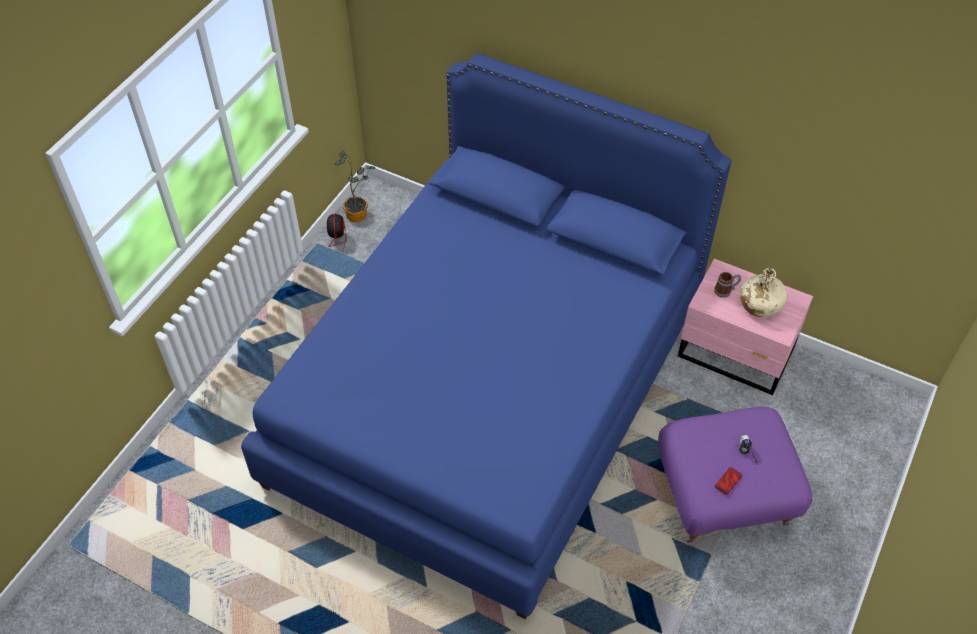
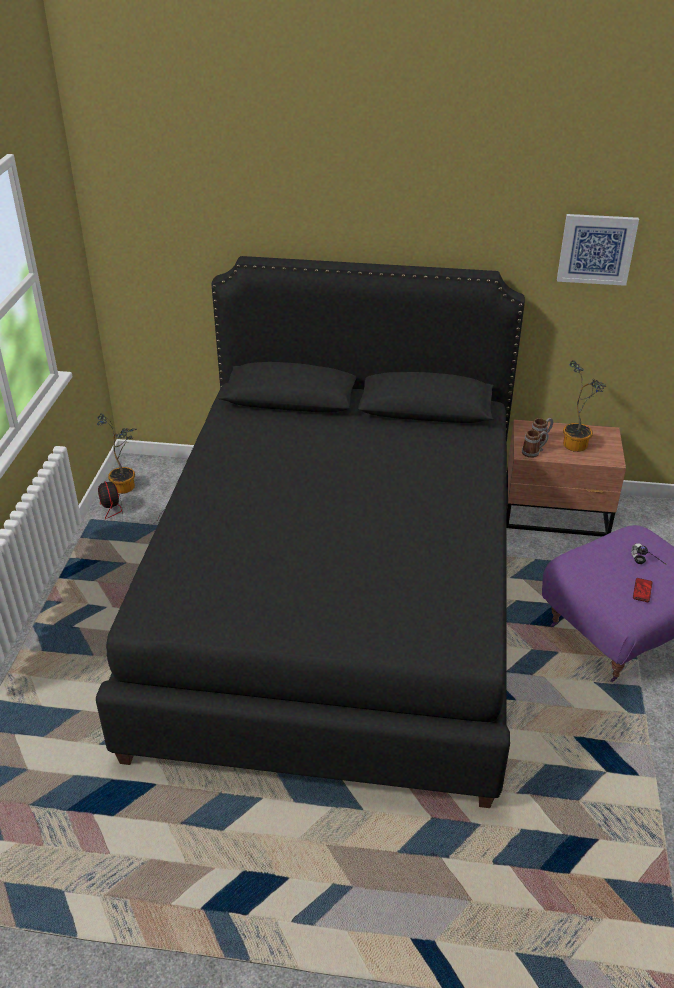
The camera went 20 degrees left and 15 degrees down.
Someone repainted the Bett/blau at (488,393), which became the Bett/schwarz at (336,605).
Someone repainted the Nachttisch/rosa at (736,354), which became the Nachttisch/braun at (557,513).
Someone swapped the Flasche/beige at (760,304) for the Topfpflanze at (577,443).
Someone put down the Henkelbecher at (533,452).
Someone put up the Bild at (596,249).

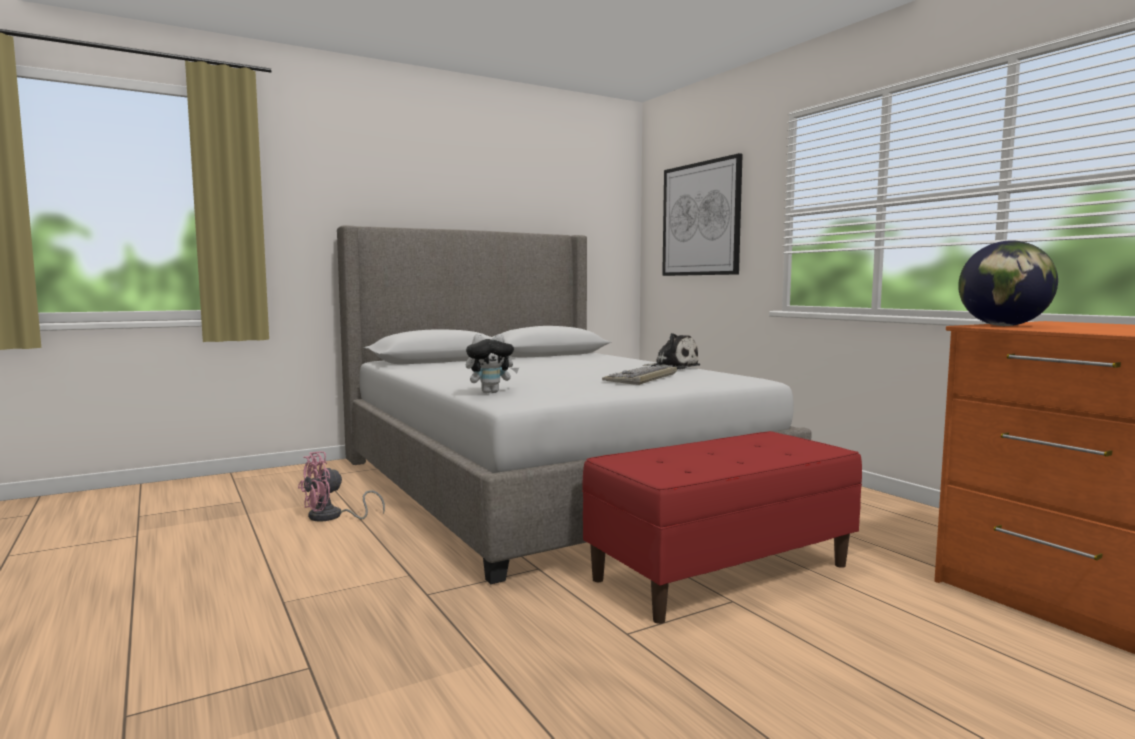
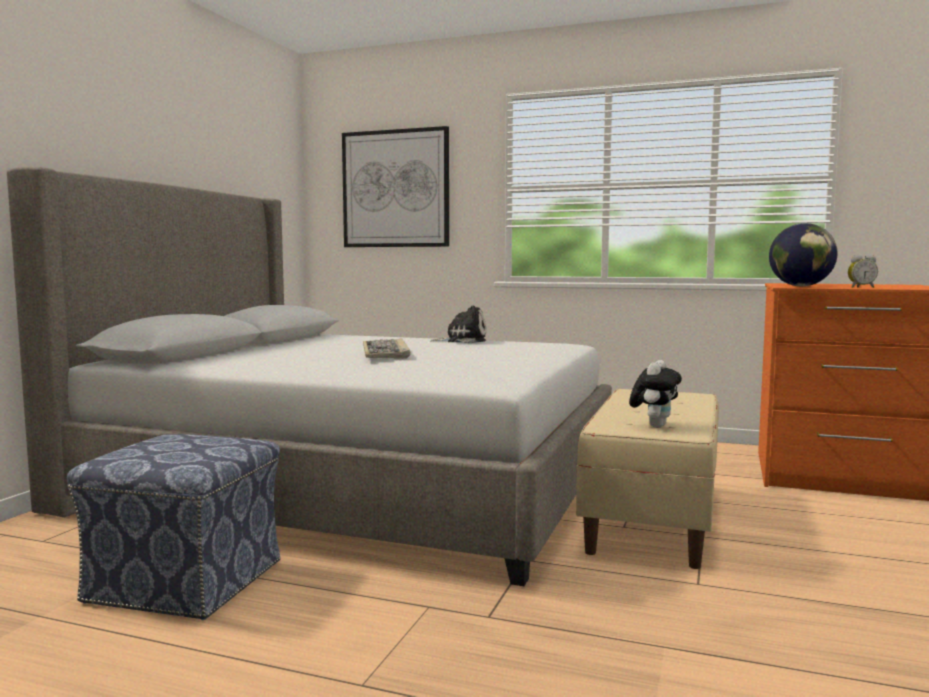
The camera went 40 degrees left and 0 degrees up.
Someone swapped the Ventilator/rosa at (332,517) for the Polsterhocker at (187,582).
Someone carried the Plüschtier from (491,392) to (654,426).
Someone repainted the Bank/rot at (721,572), which became the Bank/beige at (652,518).
Someone carried the Tastatur from (642,378) to (386,352).
Someone put down the Wecker at (860,287).

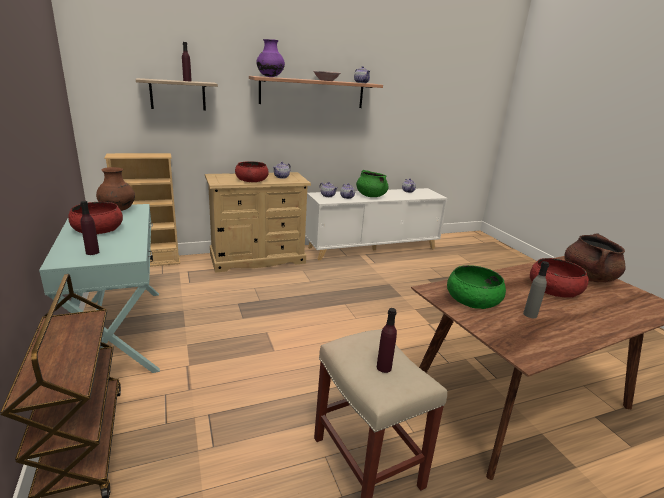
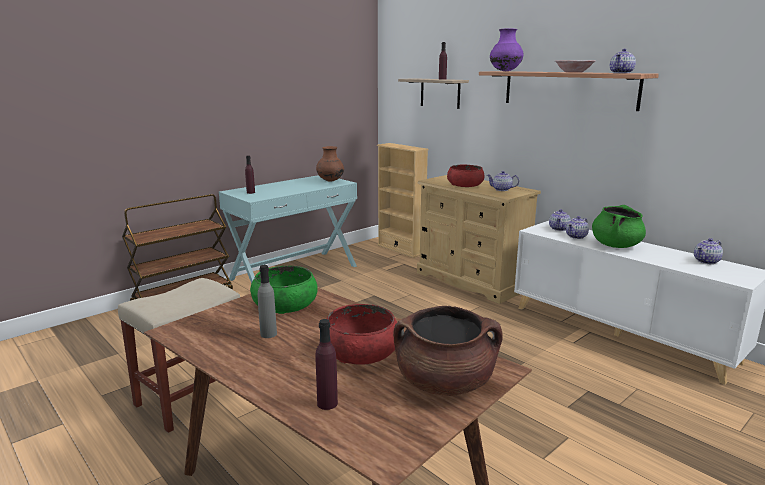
The camera went 70 degrees right and 5 degrees down.
Someone took away the Schüssel/rot at (98,229).
Someone carried the Flasche/lila from (384,367) to (327,403).

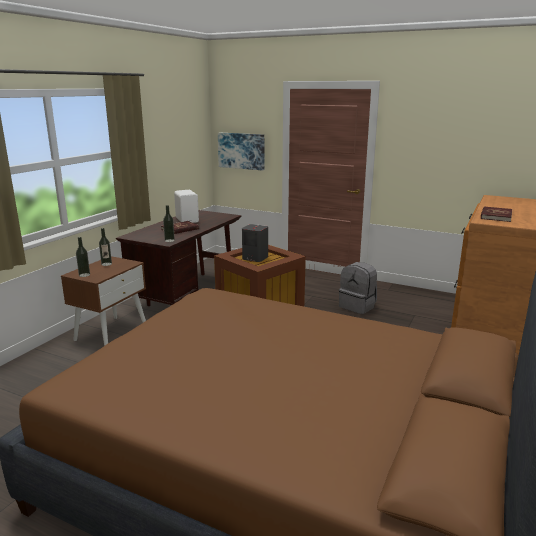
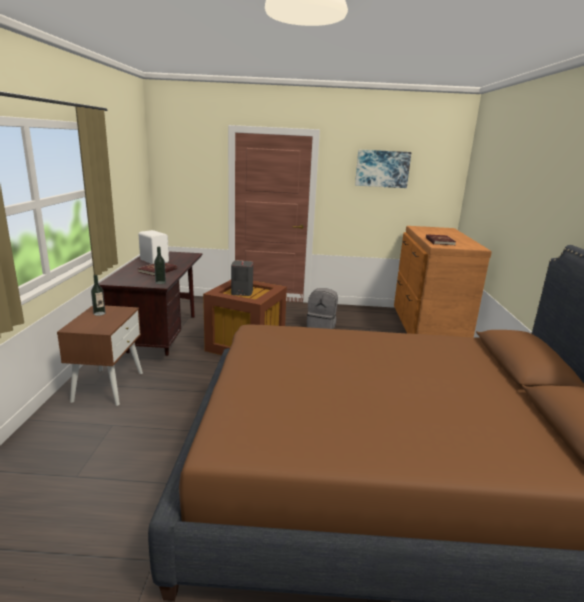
The camera went 25 degrees left and 0 degrees up.
Someone took away the Flasche at (84,275).
Someone carried the Bild from (241,151) to (382,168).

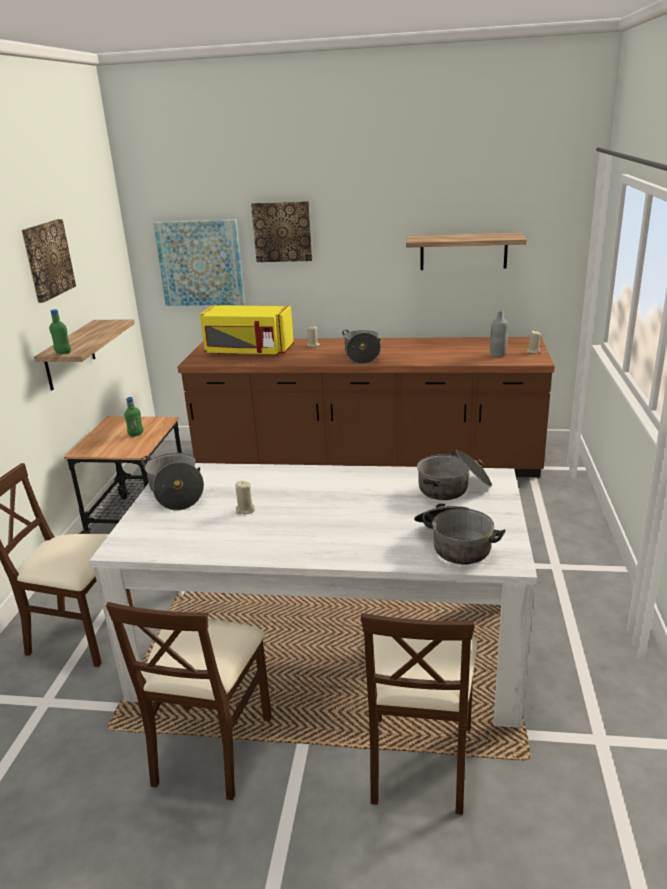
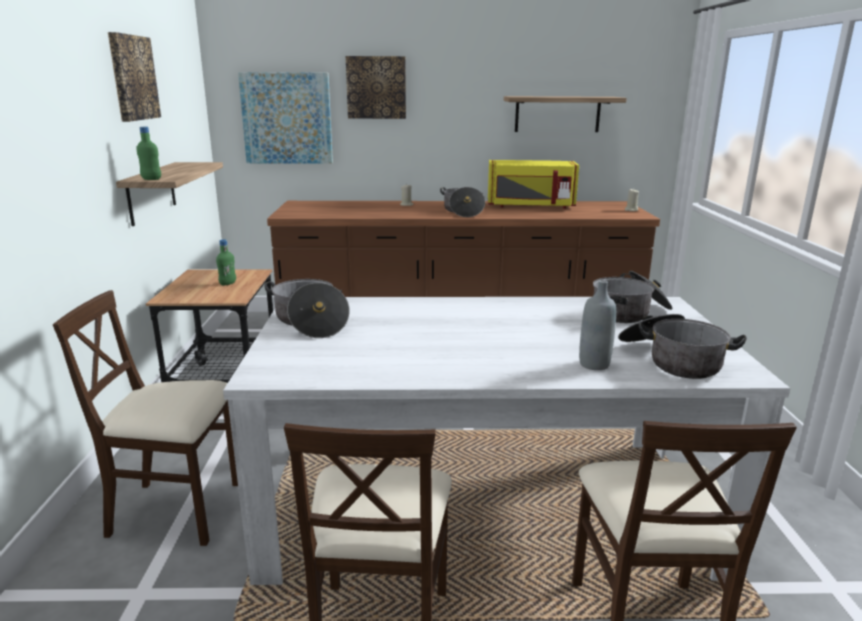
The camera went 10 degrees left and 5 degrees down.
Someone carried the Mikrowelle/gelb from (248,351) to (530,206).
Someone took away the Kerze/beige at (245,510).
Someone carried the Flasche/grau from (498,354) to (594,364).

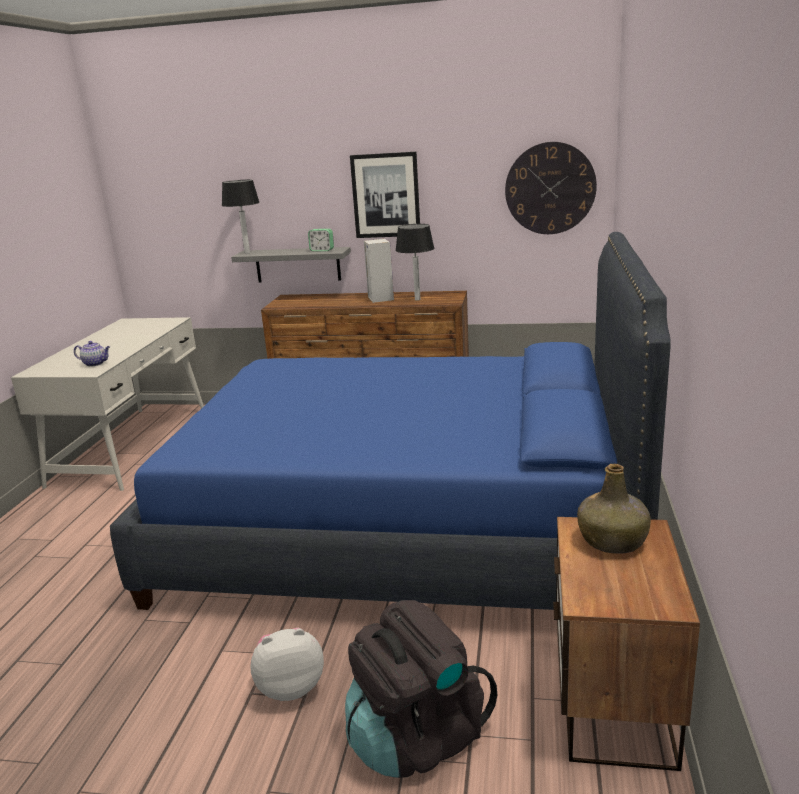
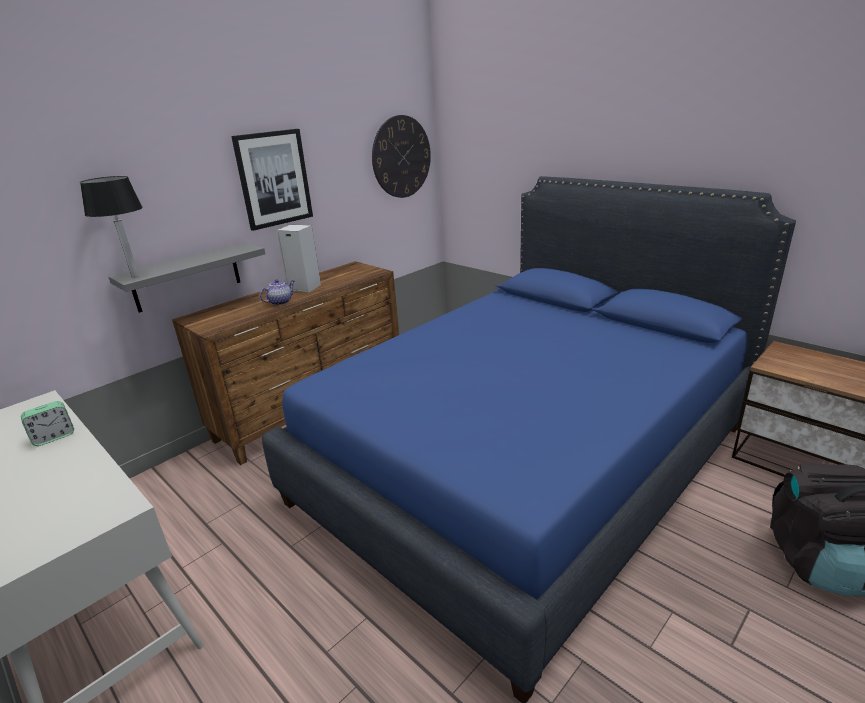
The camera went 55 degrees left and 5 degrees up.
Someone carried the Teekanne from (95,363) to (280,302).
Someone took away the Plüschtier at (290,687).
Someone carried the Wecker from (322,250) to (54,437).
Someone took away the Tischlampe at (418,299).
Someone took away the Flasche/grün at (613,541).

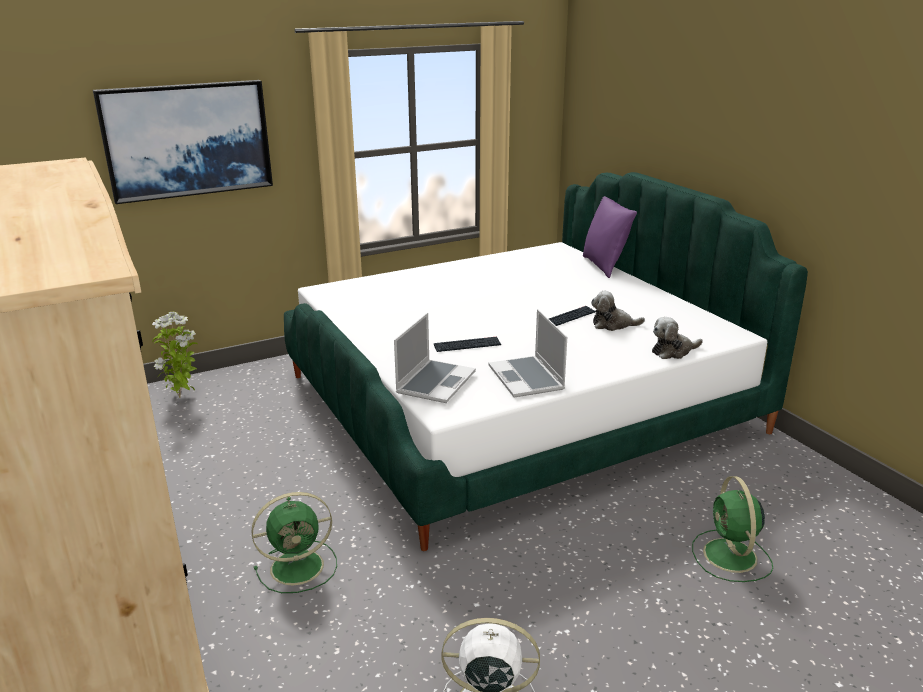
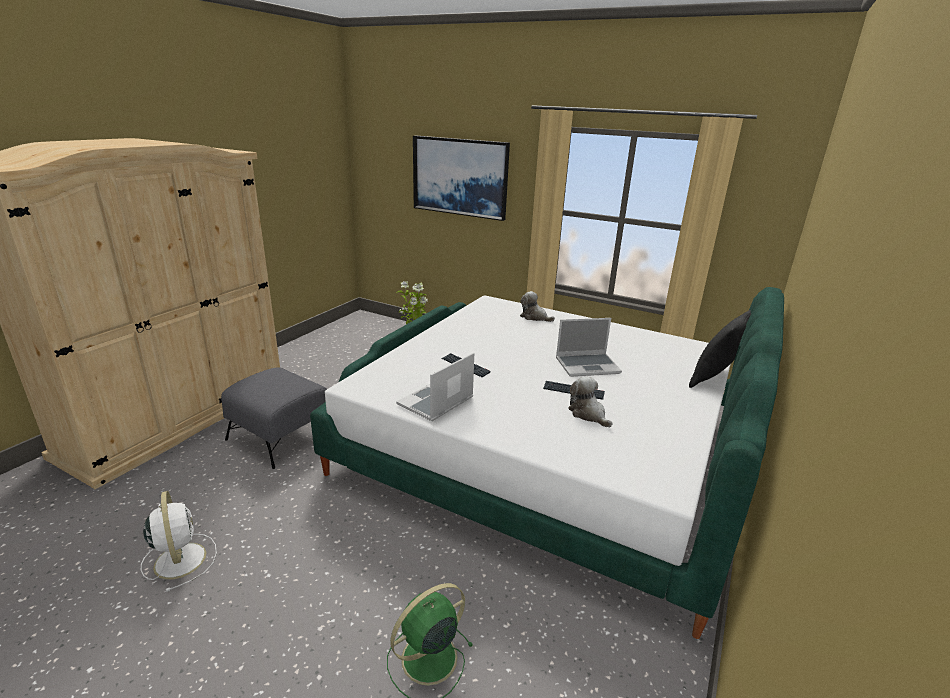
The camera went 55 degrees right and 0 degrees up.
Someone swapped the Ventilator/grün at (299,566) for the Polsterhocker/grau at (281,436).
Someone carried the Laptop from (435,382) to (588,365).
Someone repainted the Kissen/lila at (604,266), which became the Kissen/schwarz at (715,379).
Someone carried the Plüschtier from (673,351) to (534,317).

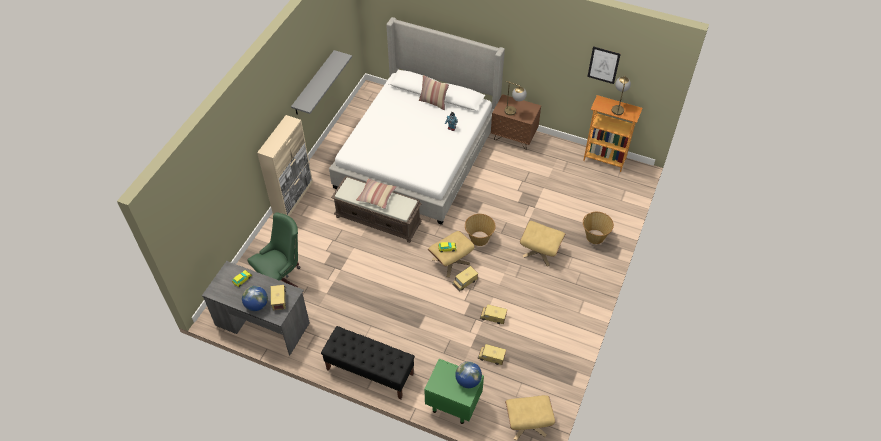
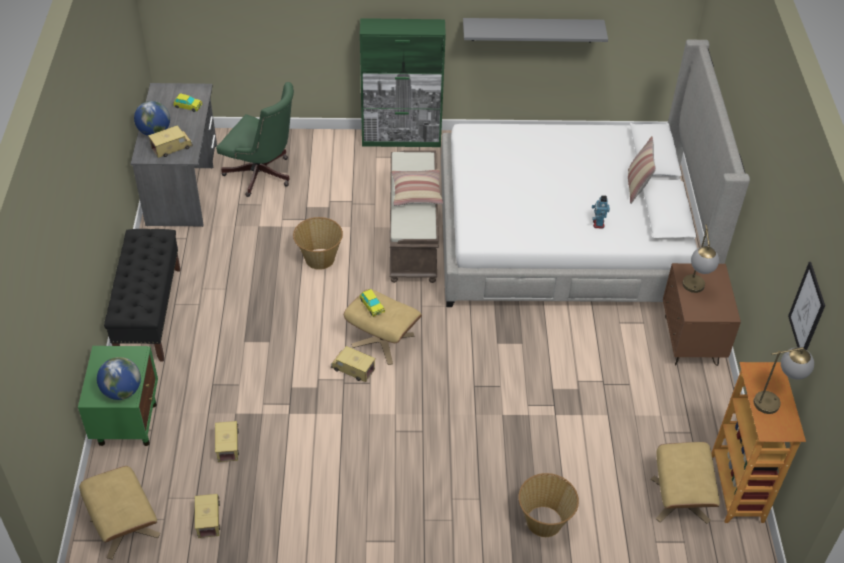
The camera went 65 degrees right and 5 degrees down.
Someone repainted the Schrank/beige at (293,197), which became the Schrank/grün at (402,138).
Someone carried the Korb from (479,238) to (319,258).
Someone carried the Spielzeuglaster from (493,317) to (208,518).
Someone carried the Polsterhocker/beige from (540,251) to (680,499).

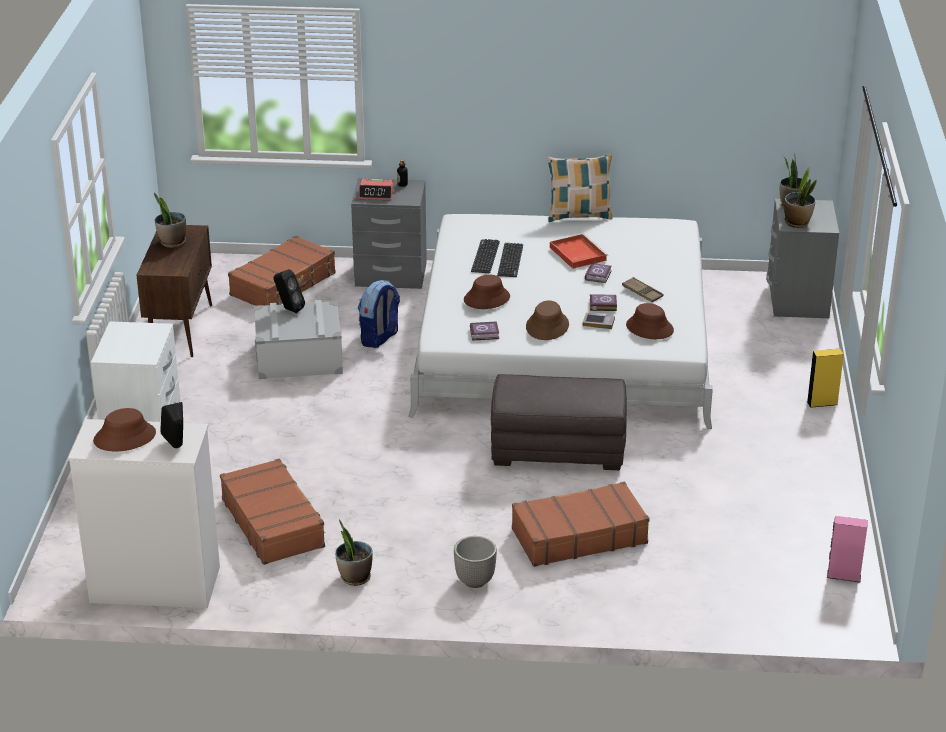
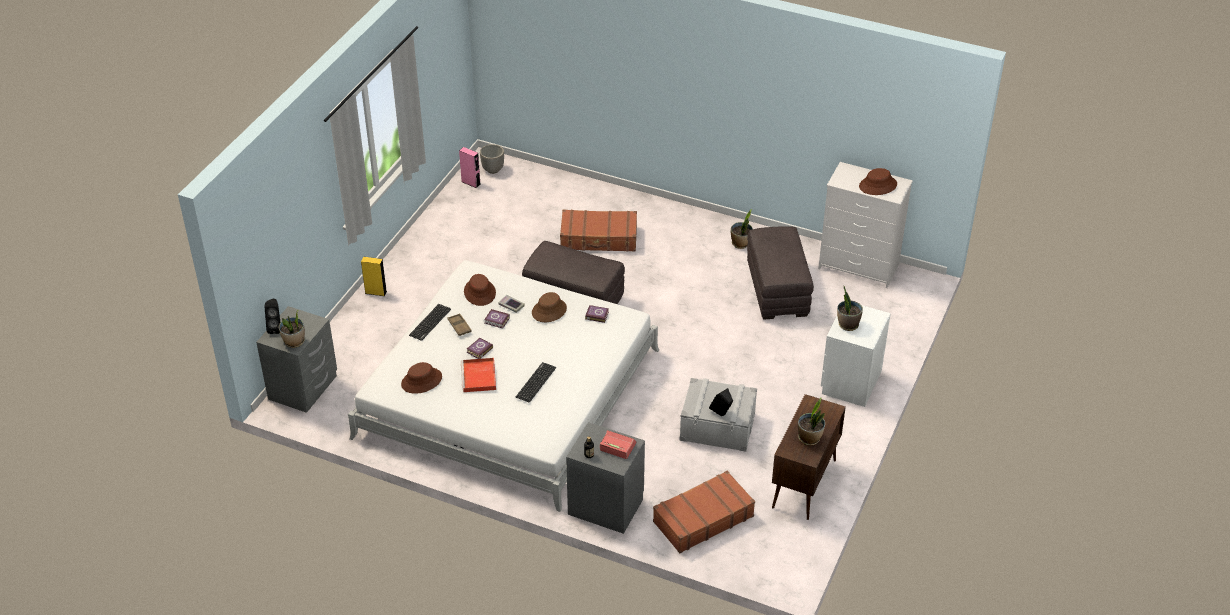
The camera went 160 degrees left and 10 degrees up.
Someone carried the Lautsprecher/schwarz from (177,447) to (276,328).
Someone swapped the Koffer/braun at (273,523) for the Polsterhocker/grau at (778,290).
Someone took away the Rucksack at (379,338).
Someone carried the Pflanzkübel from (474,581) to (493,169).
Someone carried the Hut/braun from (486,299) to (421,381).
Someone carried the Tastatur from (485,257) to (430,322).
Someone took away the Kissen at (579,216).
Someone carried the Topfpflanze from (797,223) to (847,324).

